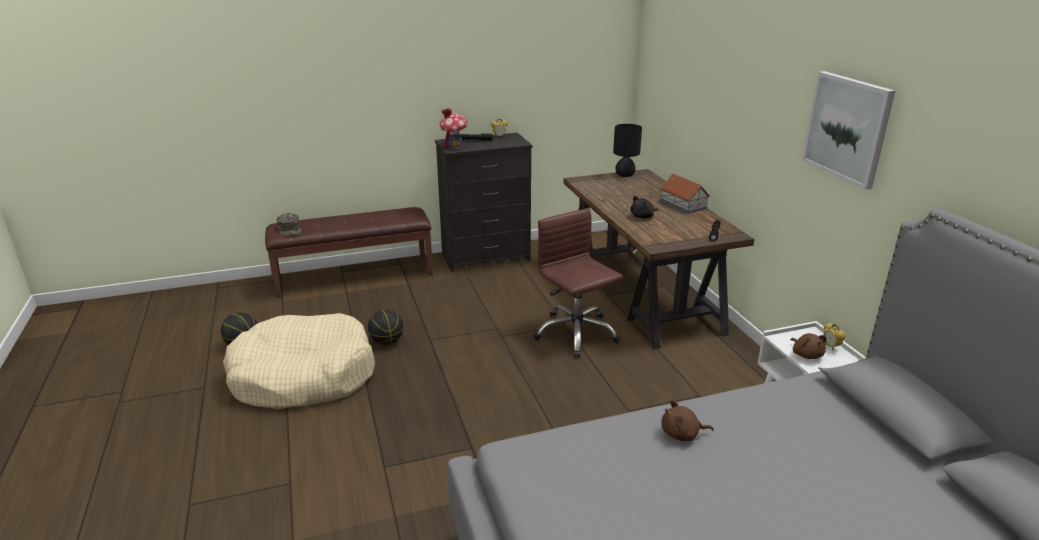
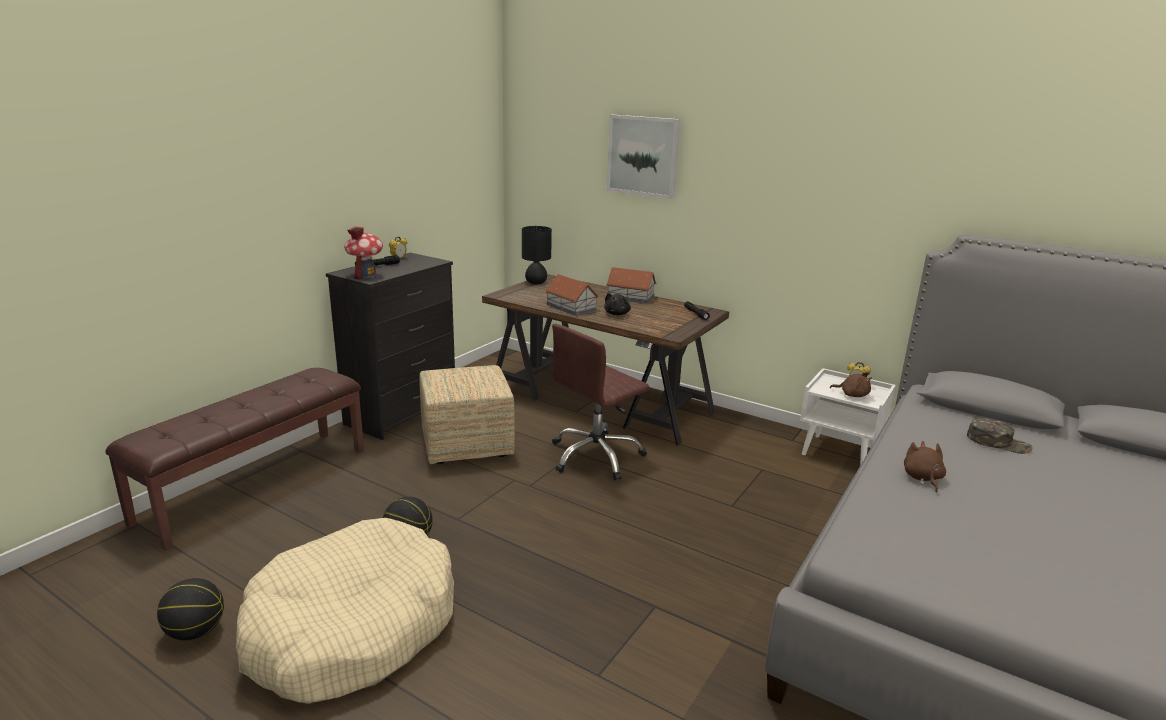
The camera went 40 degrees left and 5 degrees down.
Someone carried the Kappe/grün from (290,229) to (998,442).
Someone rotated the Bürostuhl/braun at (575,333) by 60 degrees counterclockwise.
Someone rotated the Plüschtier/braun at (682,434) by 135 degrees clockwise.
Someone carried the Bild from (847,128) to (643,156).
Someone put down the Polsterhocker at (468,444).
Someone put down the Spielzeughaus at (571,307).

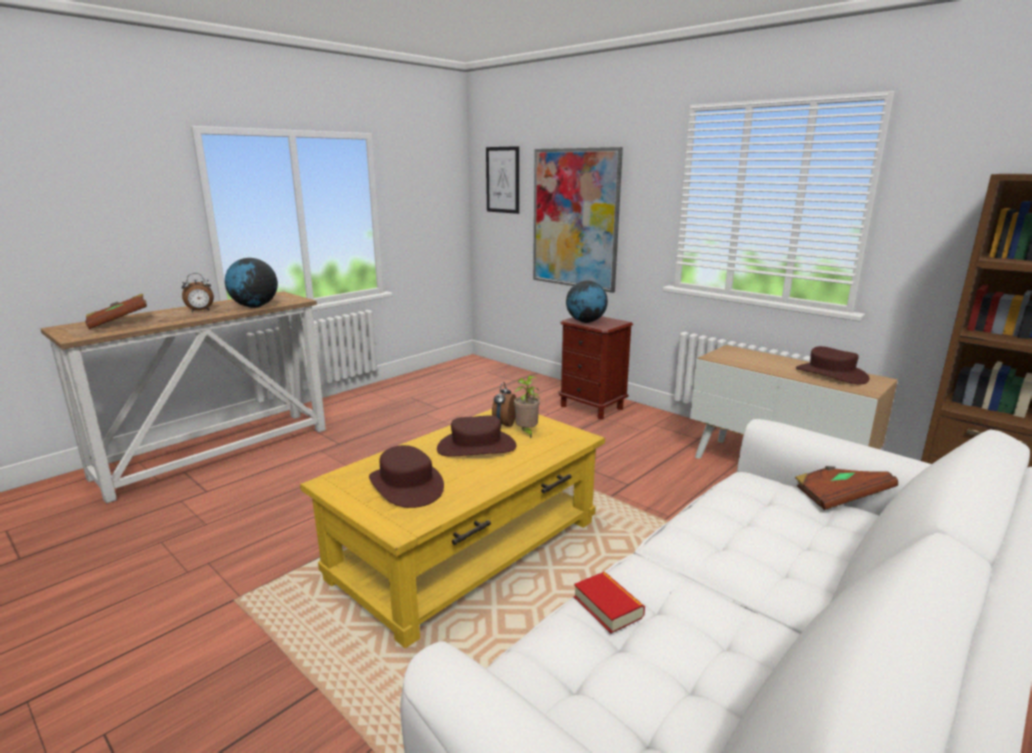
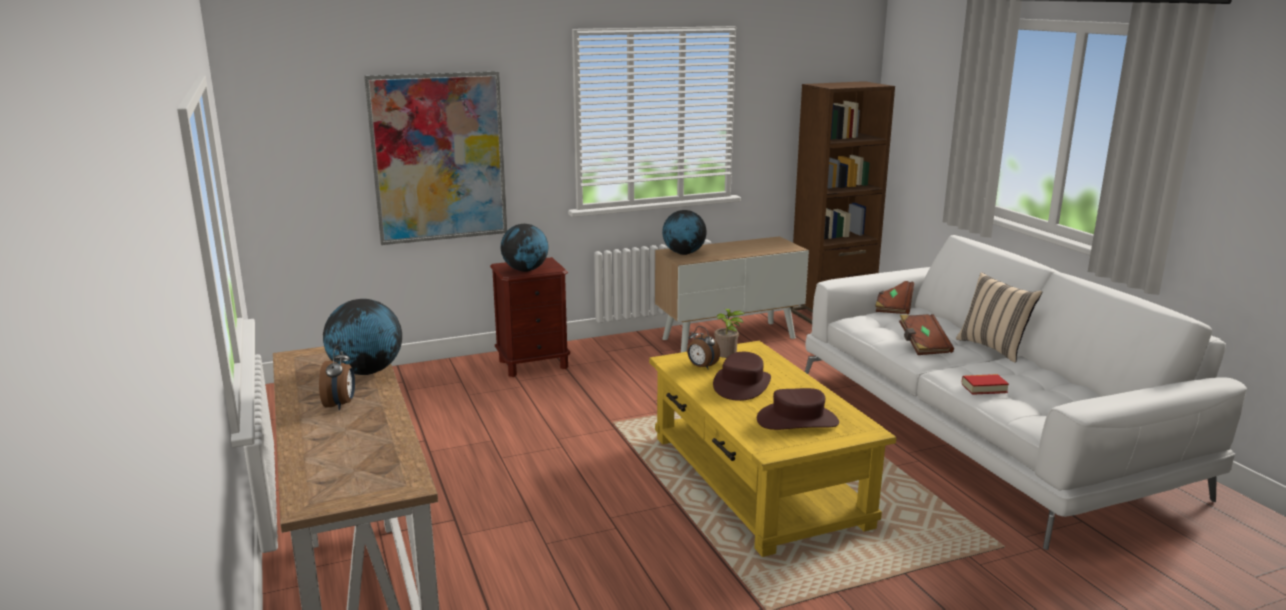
The camera went 65 degrees left and 0 degrees up.
Someone carried the Buch/braun from (119,323) to (923,345).
Someone took away the Bild at (503,180).
Someone took away the Hut/braun at (831,374).
Someone put down the Globus at (683,253).
Someone put down the Kissen/beige at (994,348).

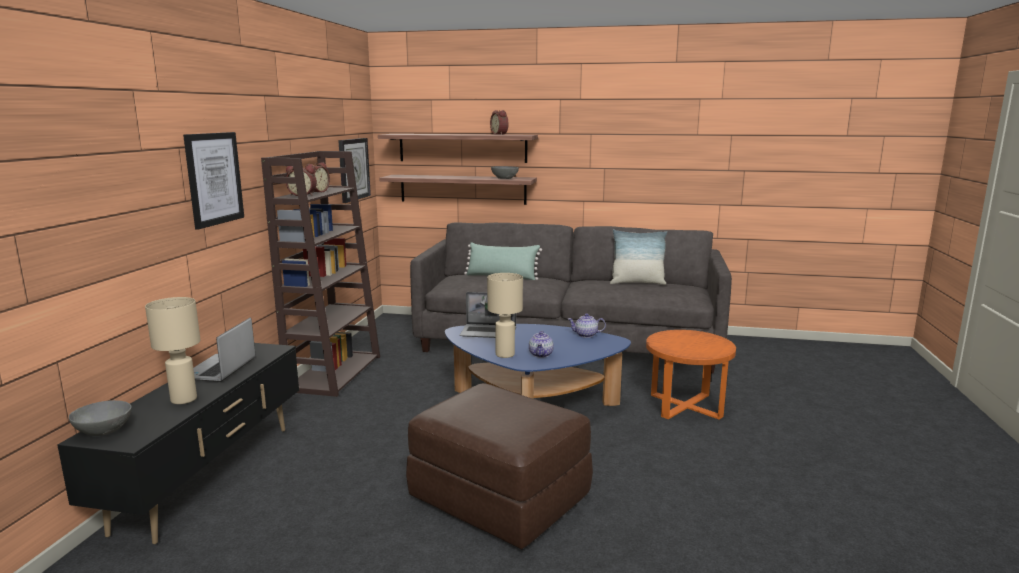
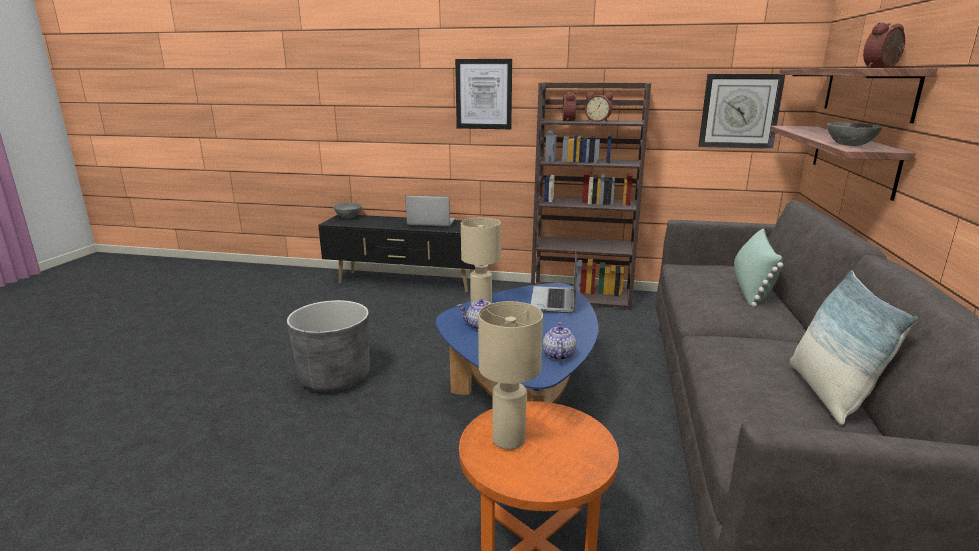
The camera went 90 degrees right and 5 degrees up.
Someone carried the Tischlampe/beige from (184,399) to (509,440).
Someone swapped the Polsterhocker/braun at (501,498) for the Pflanzkübel/grau at (335,377).

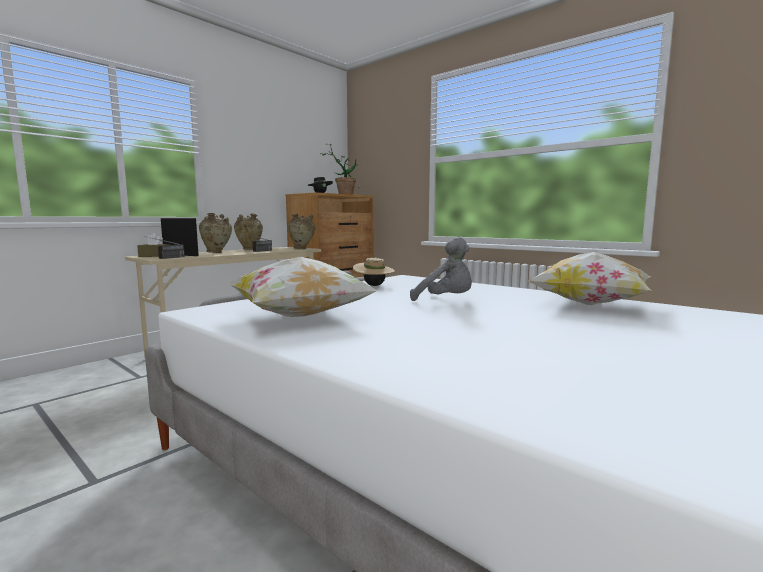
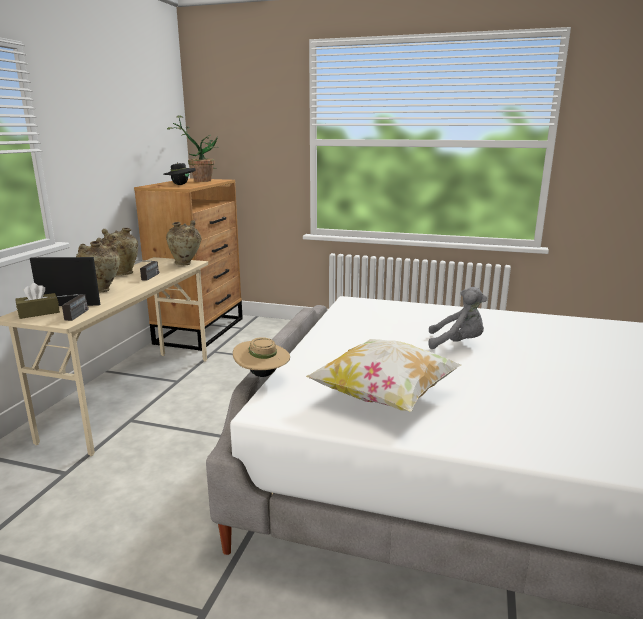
The camera went 25 degrees left and 10 degrees up.
Someone carried the Hut/beige from (373,285) to (262,375).
Someone took away the Kissen at (590,304).

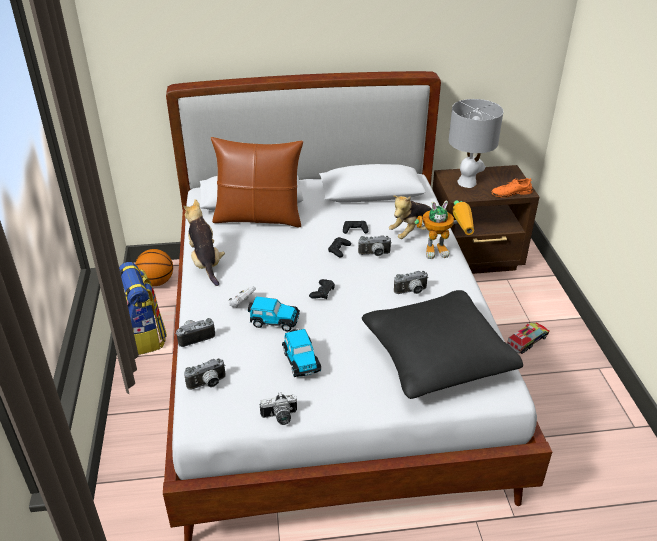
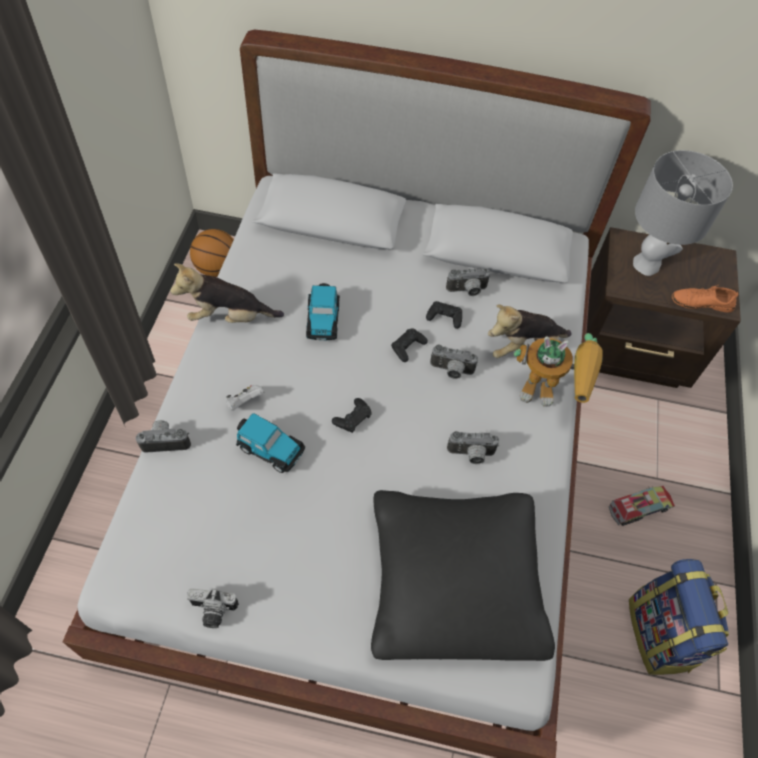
The camera went 15 degrees right and 20 degrees up.
Someone carried the Rucksack from (145,336) to (660,635).
Someone rotated the Plüschtier at (206,263) by 90 degrees counterclockwise.
Someone carried the Kamera from (208,384) to (467,291).
Someone took away the Kissen/braun at (259,218).
Someone carried the Spielzeugauto from (301,361) to (323,320).

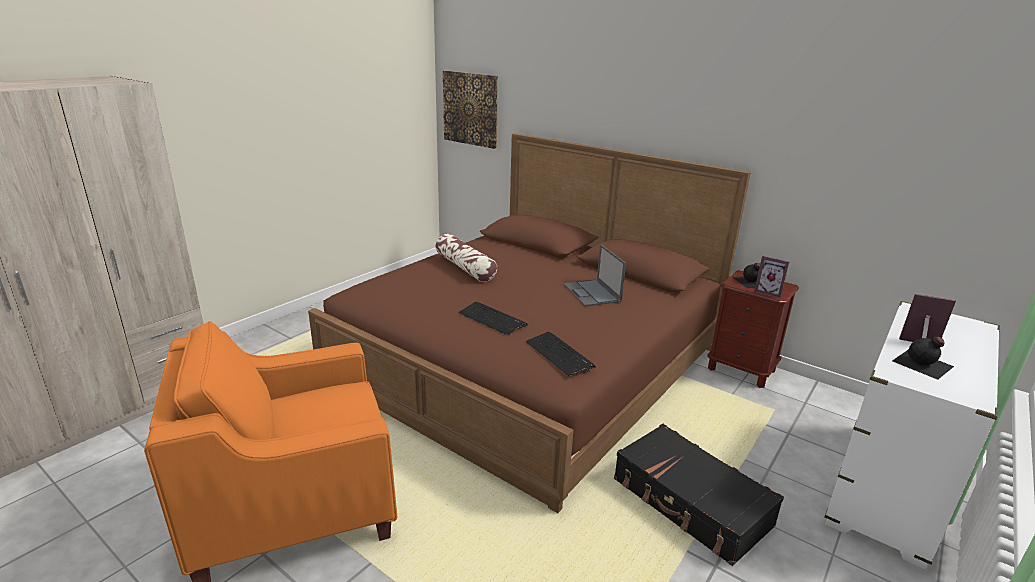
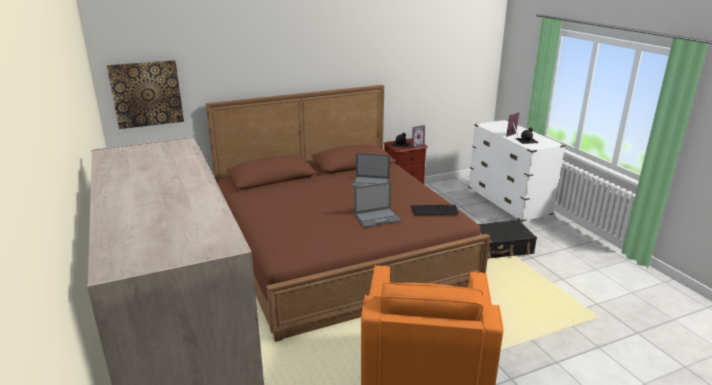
The camera went 60 degrees left and 0 degrees up.
Someone took away the Kissen at (465,267).
Someone swapped the Tastatur at (492,319) for the Laptop at (377,217).

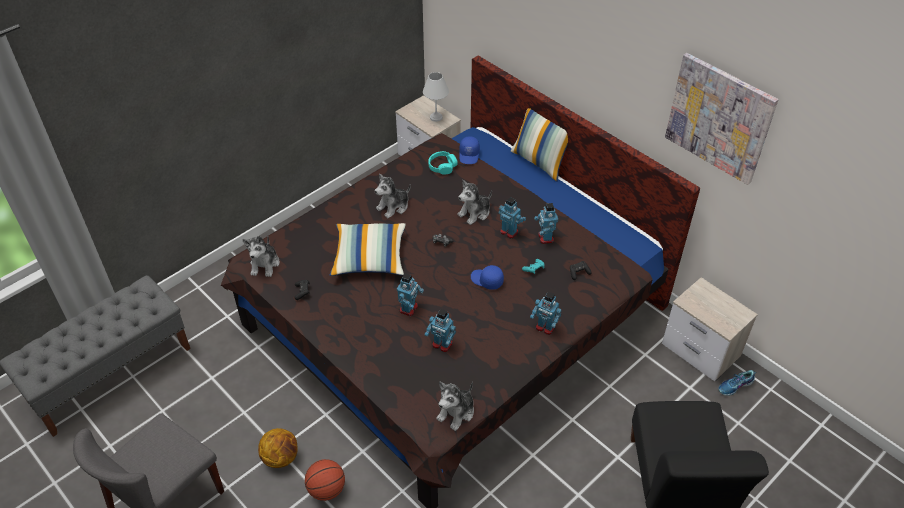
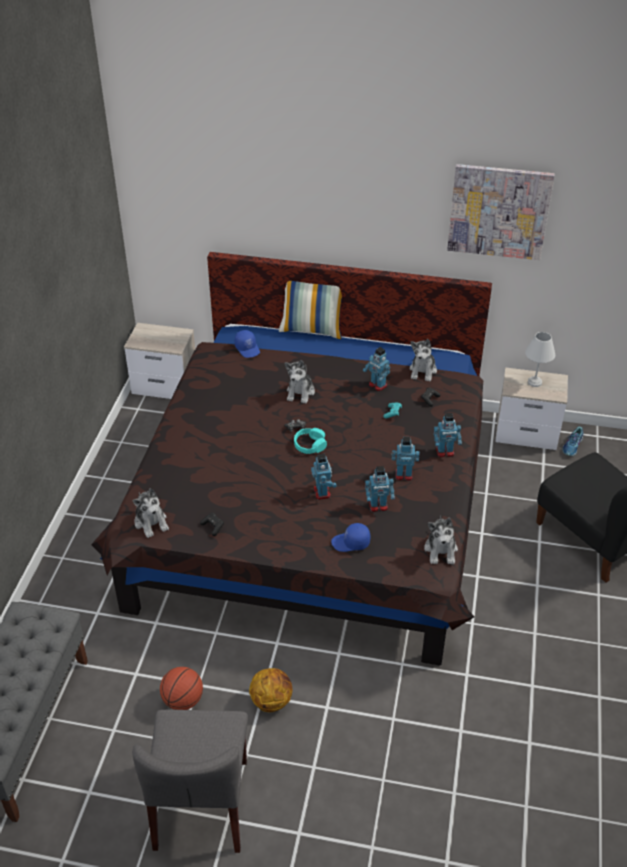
The camera went 35 degrees left and 5 degrees down.
Someone carried the Basketball from (326,489) to (183,700).
Someone took away the Kissen at (369,258).
Someone carried the Plüschtier from (393,207) to (423,371).
Someone carried the Tischlampe/weiß from (436,118) to (535,382).
Someone carried the Kopfhörer/türkis from (442,166) to (310,445).
Someone carried the Kappe/blau from (486,280) to (351,543).
Someone carried the Spielzeugroboter from (509,232) to (403,474).

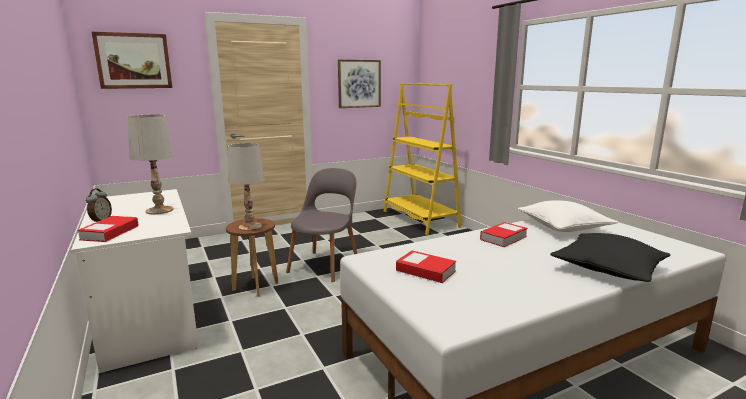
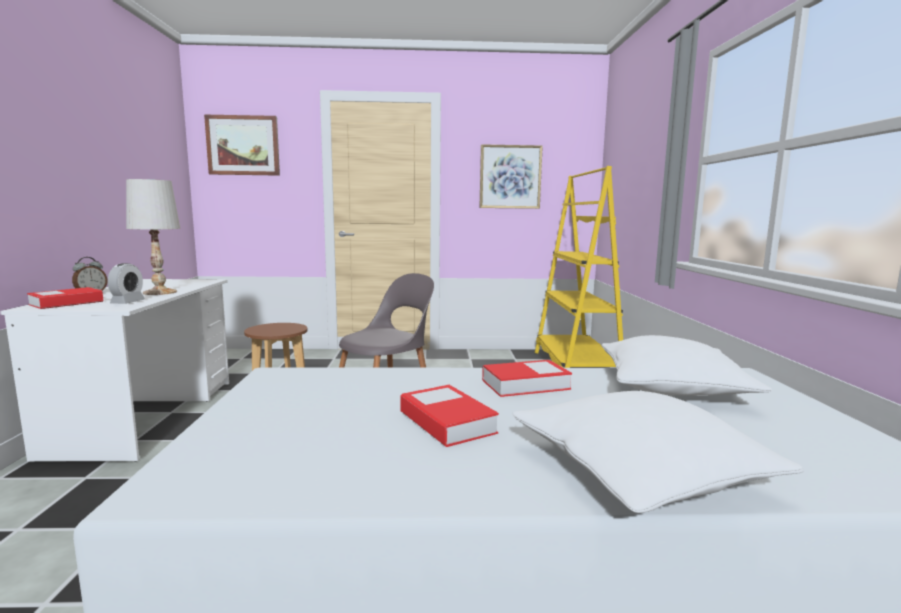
The camera went 25 degrees right and 5 degrees down.
Someone took away the Tischlampe/weiß at (250,227).
Someone carried the Buch from (425,271) to (447,422).
Someone repainted the Kissen/schwarz at (608,269), which became the Kissen/weiß at (639,472).
Someone put down the Wecker at (128,302).

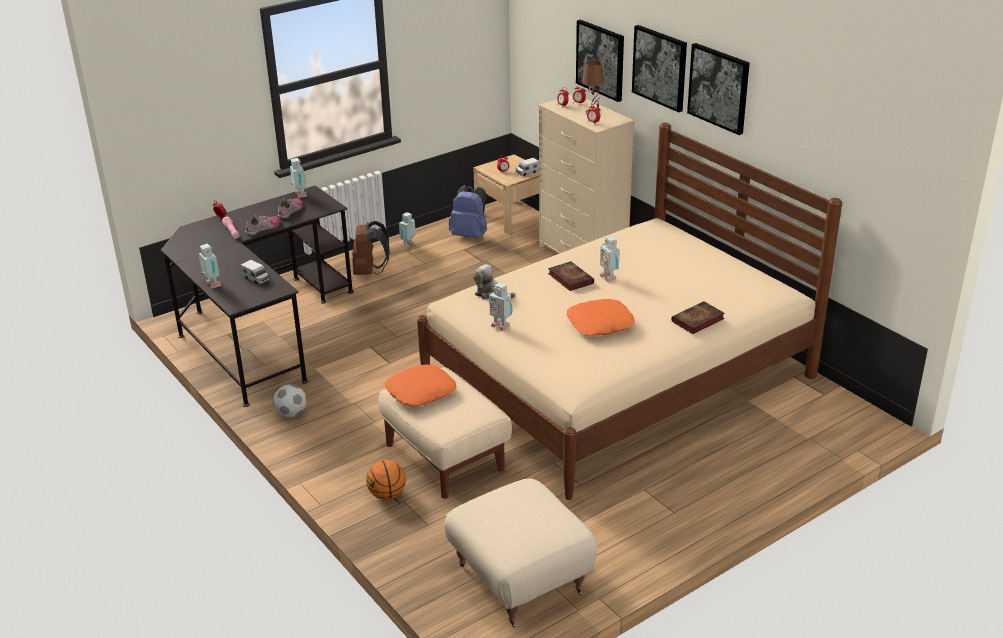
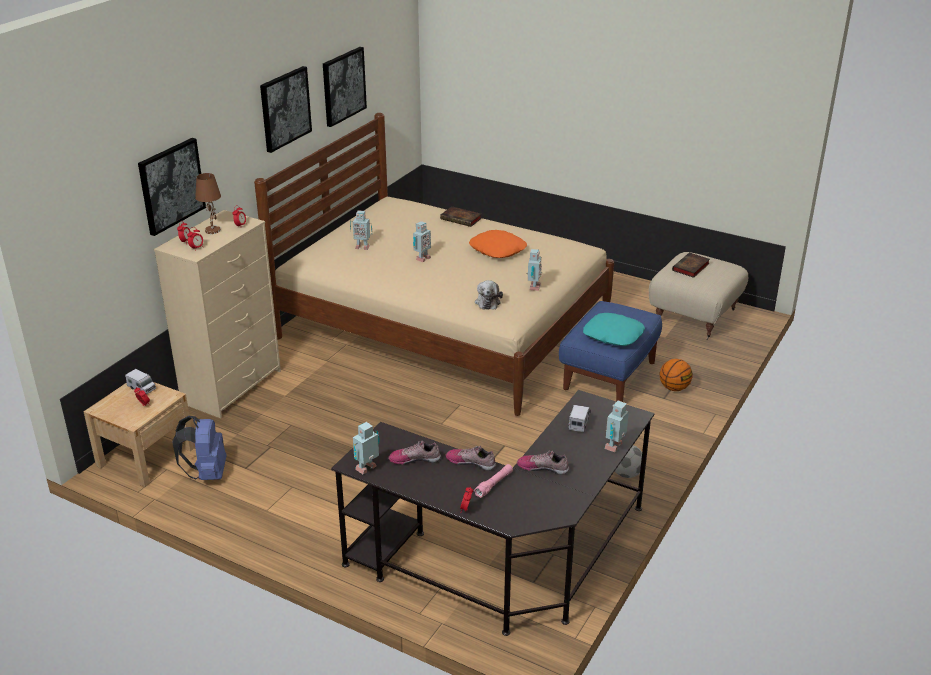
The camera went 115 degrees left and 0 degrees up.
Someone took away the Rucksack/braun at (369,272).
Someone repainted the Polsterhocker/beige at (445,458), which became the Polsterhocker/blau at (609,375).
Someone repainted the Kissen/orange at (420,391), which became the Kissen/türkis at (613,335).
Someone carried the Spielzeugroboter from (408,245) to (362,247).
Someone carried the Buch from (569,278) to (690,268).
Someone carried the Bild from (660,67) to (343,86).
Someone put down the Schuh at (543,467).

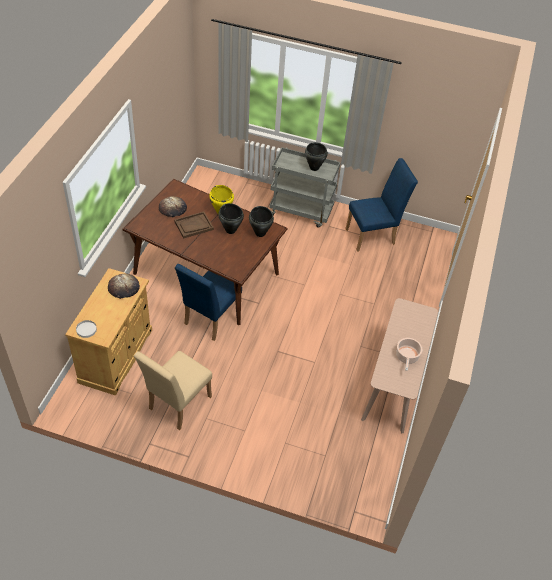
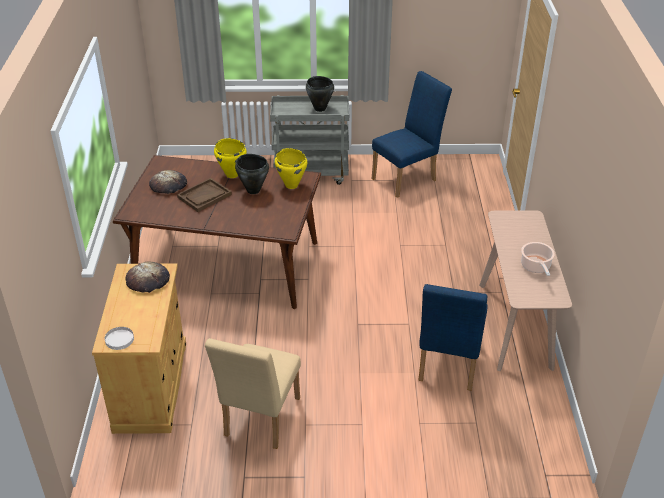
The camera went 15 degrees left and 10 degrees down.
Someone carried the Stuhl/blau from (209,320) to (447,367).
Someone repainted the Kochtopf/schwarz at (260,233), which became the Kochtopf/gelb at (291,185).

